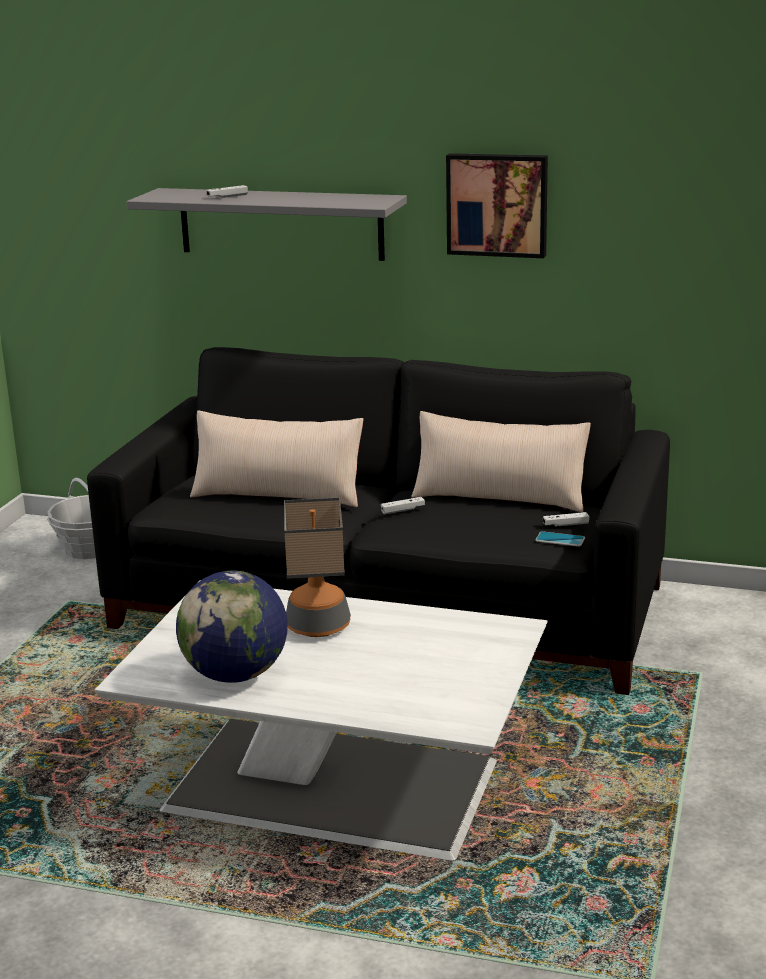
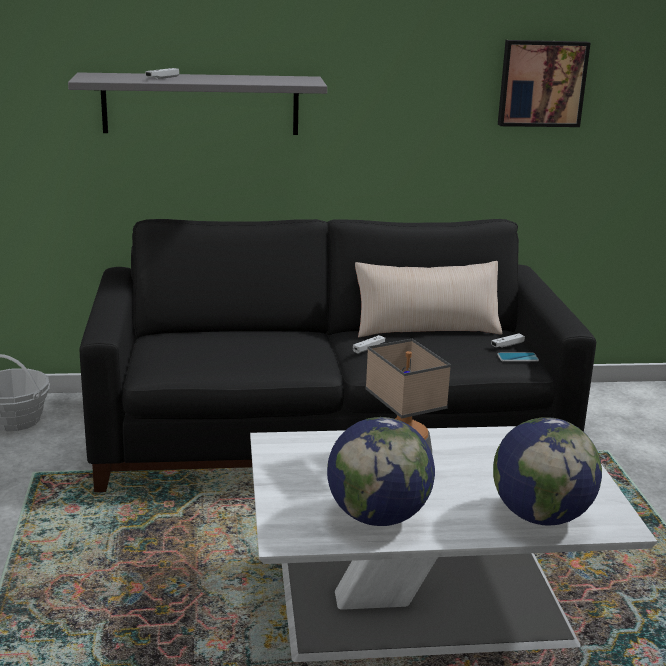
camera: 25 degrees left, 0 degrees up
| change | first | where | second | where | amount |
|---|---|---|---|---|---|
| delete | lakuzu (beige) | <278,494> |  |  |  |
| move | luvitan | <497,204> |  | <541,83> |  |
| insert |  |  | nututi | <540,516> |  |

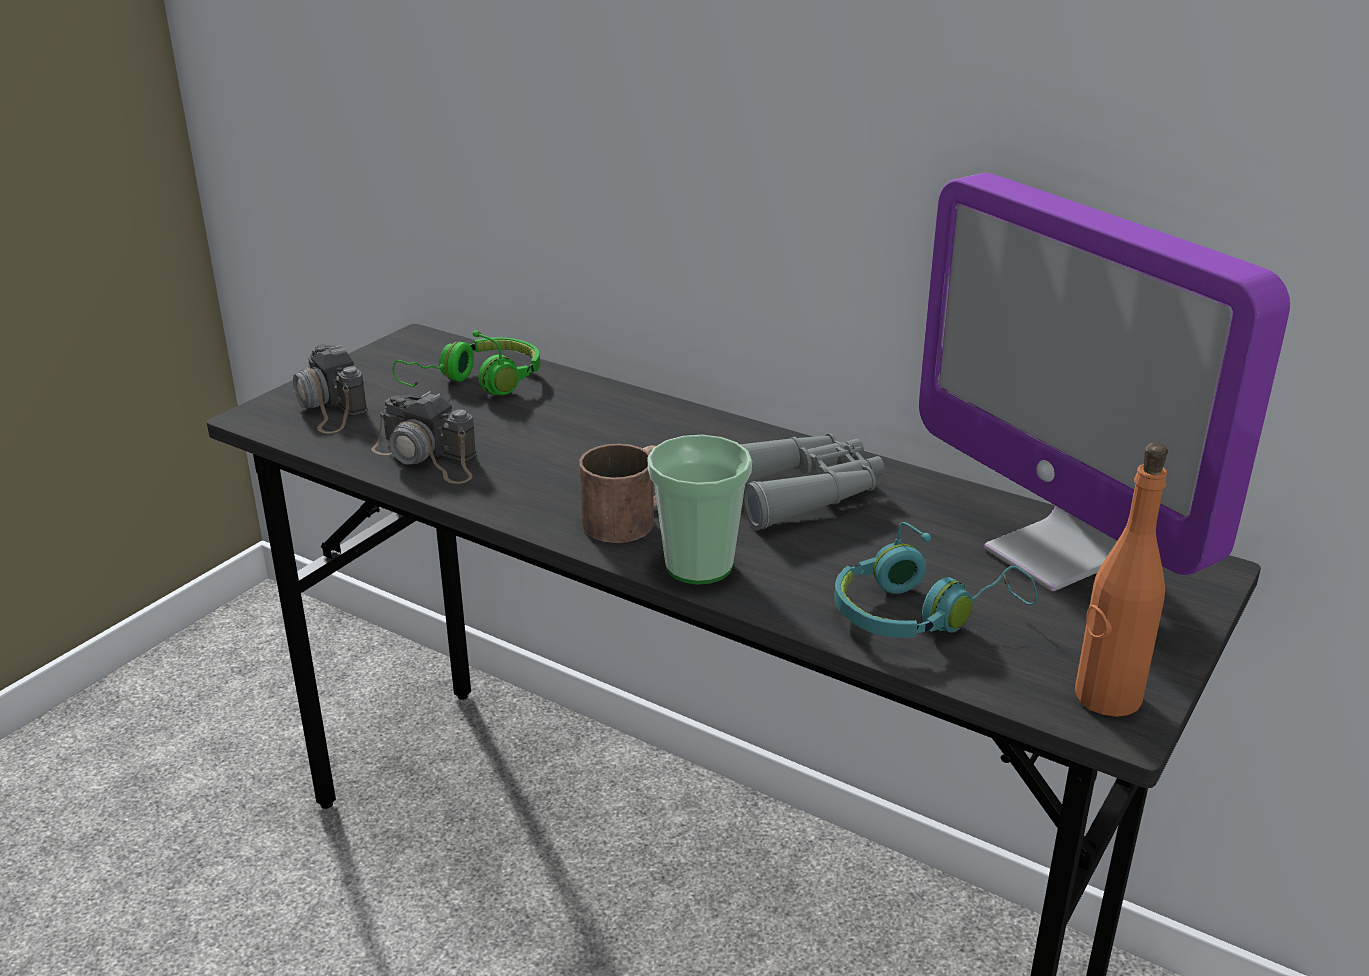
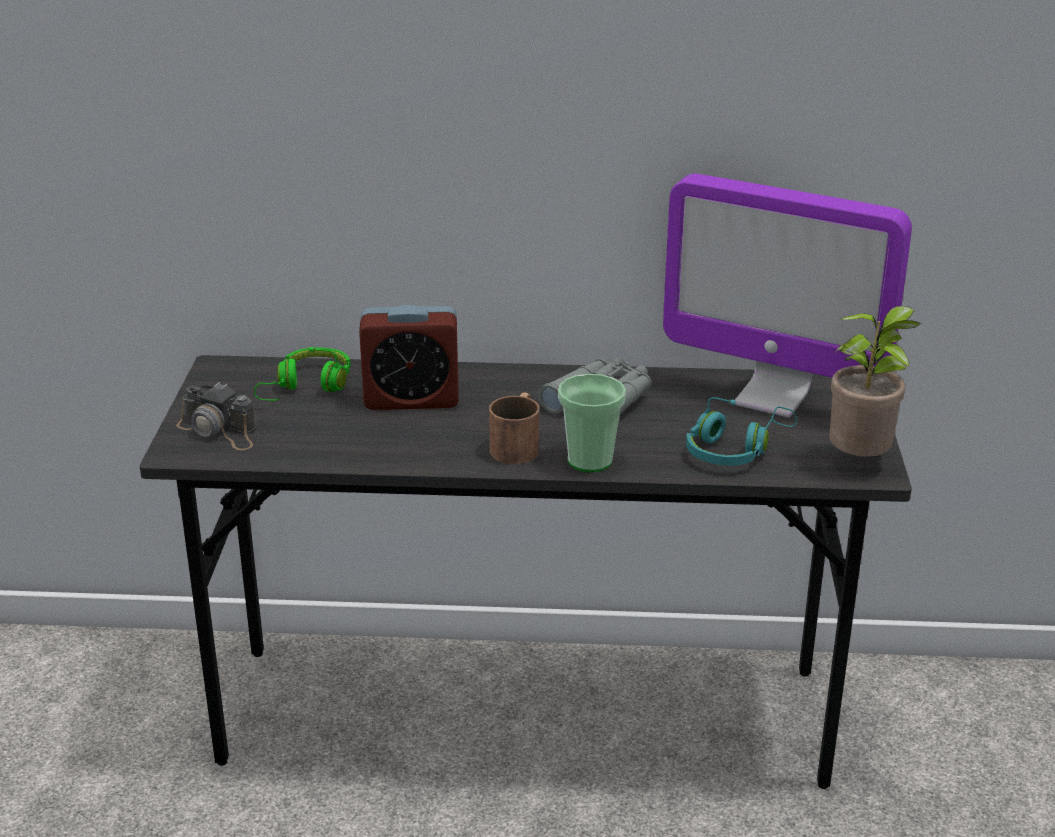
camera: 30 degrees left, 0 degrees up
| change | first | where | second | where | amount |
|---|---|---|---|---|---|
| delete | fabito | <428,458> |  |  |  |
| replace | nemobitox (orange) | <1106,697> | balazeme | <861,463> |  |
| insert |  |  | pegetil | <411,399> |  |

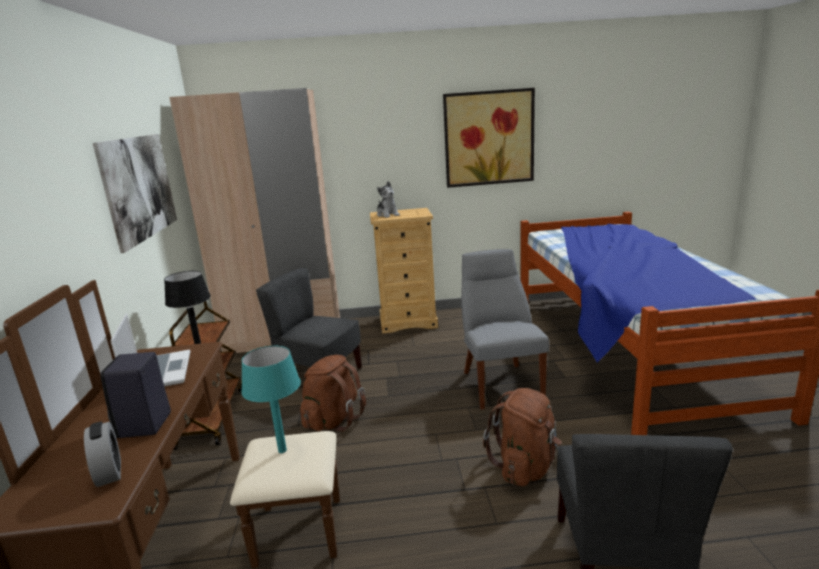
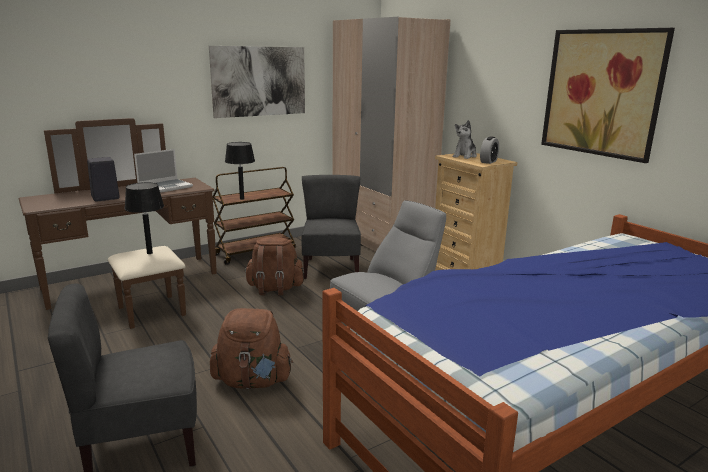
camera: 60 degrees right, 0 degrees up
| change | first | where | second | where | amount |
|---|---|---|---|---|---|
| move | pegetil | <109,472> |  | <488,161> |  |
| recolor | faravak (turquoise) | <282,450> | faravak (black) | <149,253> |  |

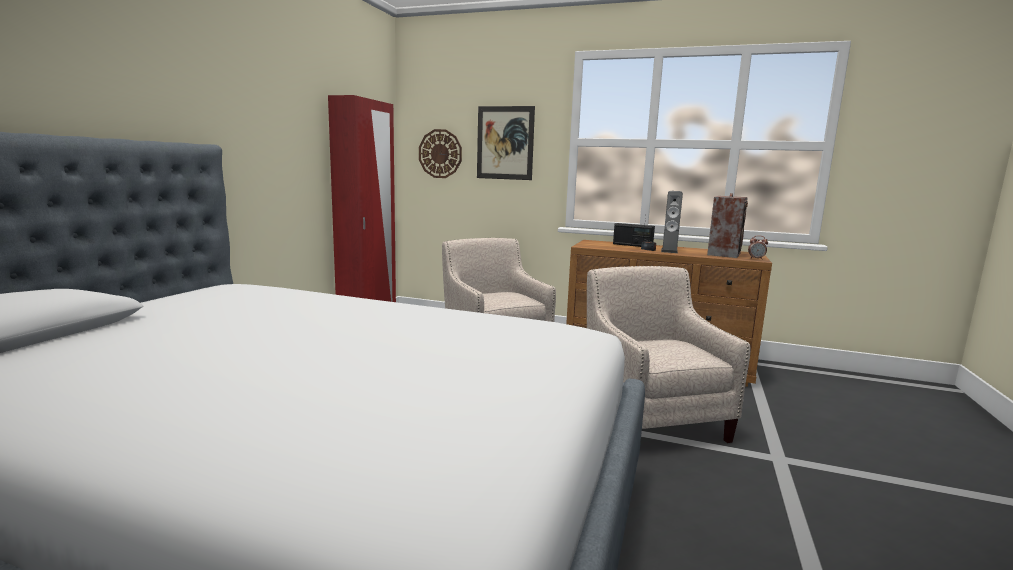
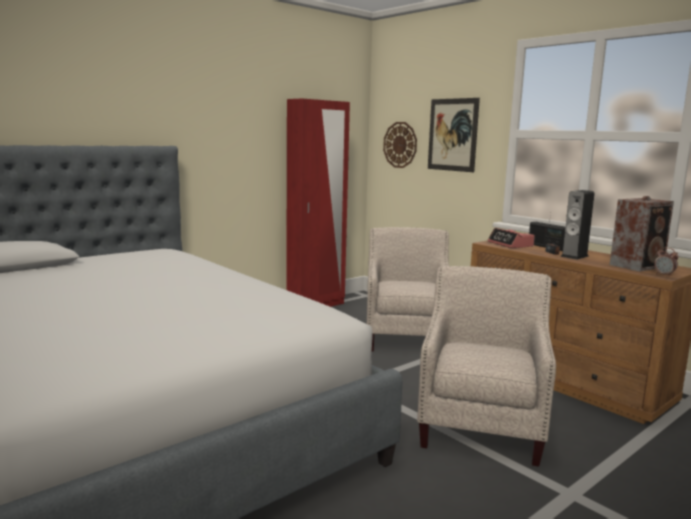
camera: 30 degrees right, 0 degrees up
| change | first | where | second | where | amount |
|---|---|---|---|---|---|
| insert |  |  | pegetil | <510,244> |  |

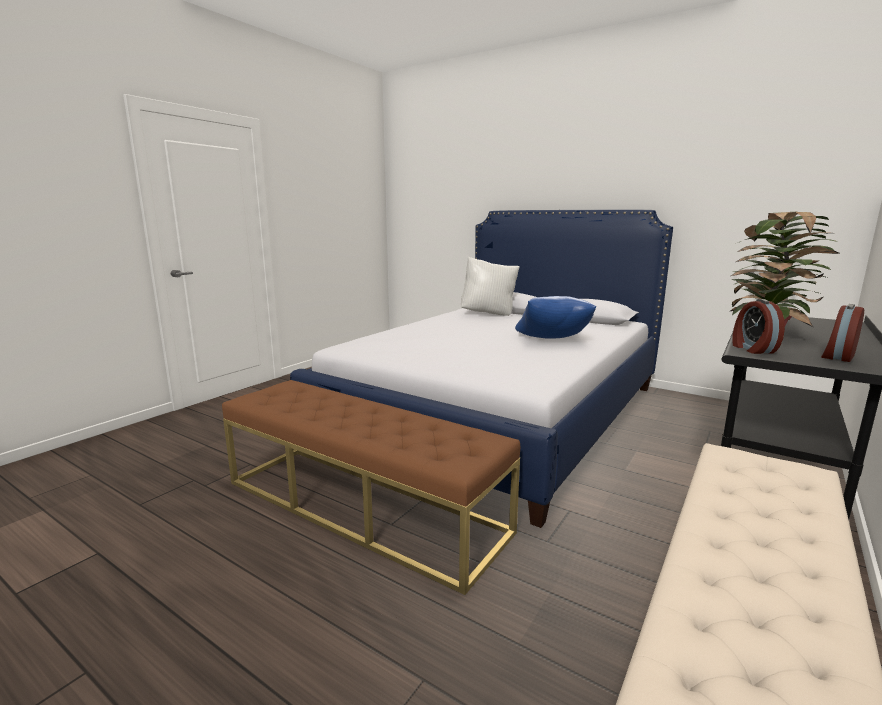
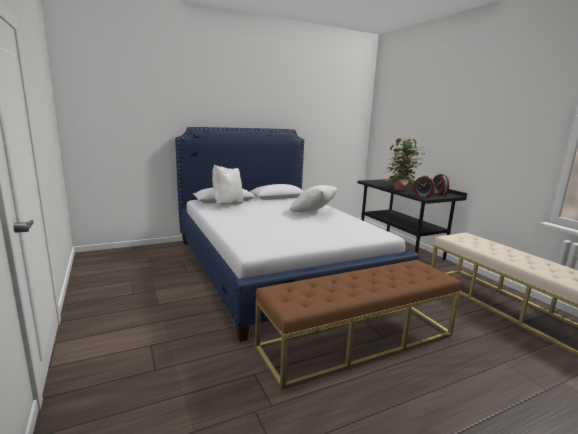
camera: 60 degrees left, 0 degrees up
| change | first | where | second | where | amount |
|---|---|---|---|---|---|
| recolor | lakuzu (blue) | <552,341> | lakuzu (white) | <313,212> |  |

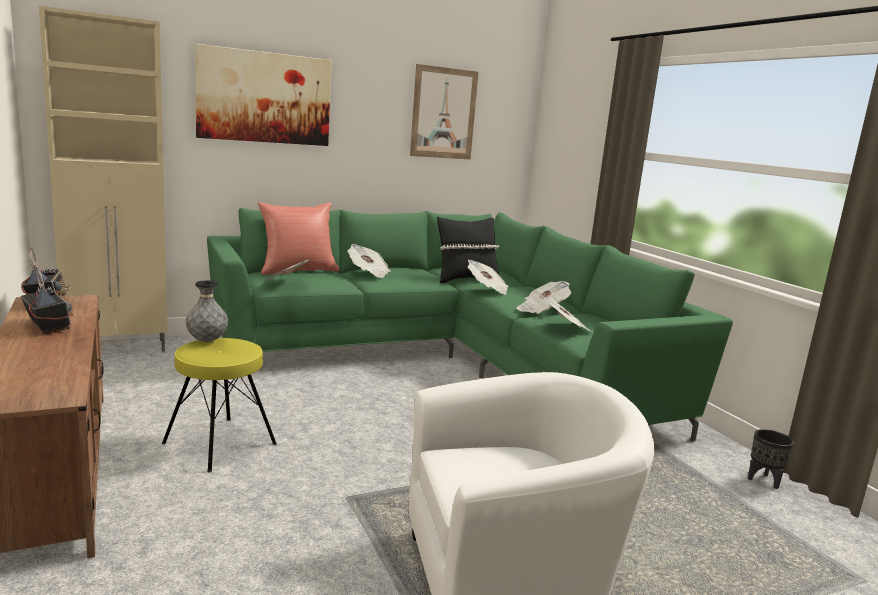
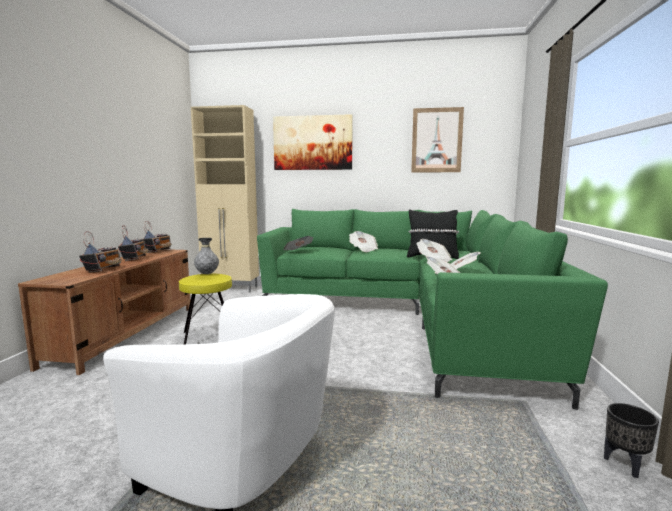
camera: 35 degrees right, 5 degrees down
| change | first | where | second | where | amount |
|---|---|---|---|---|---|
| delete | lakuzu (red) | <297,270> |  |  |  |
| insert |  |  | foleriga | <103,270> |  |

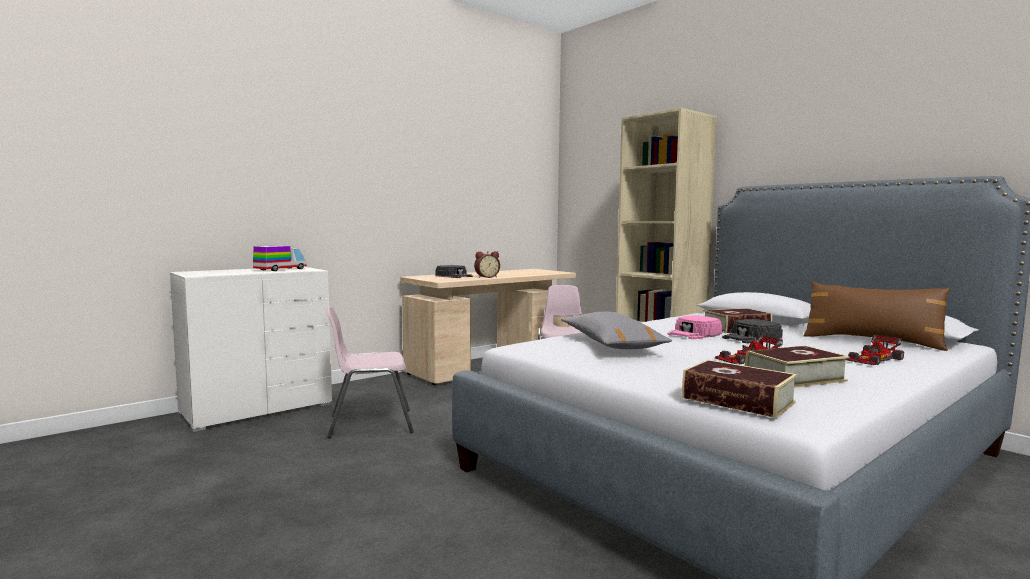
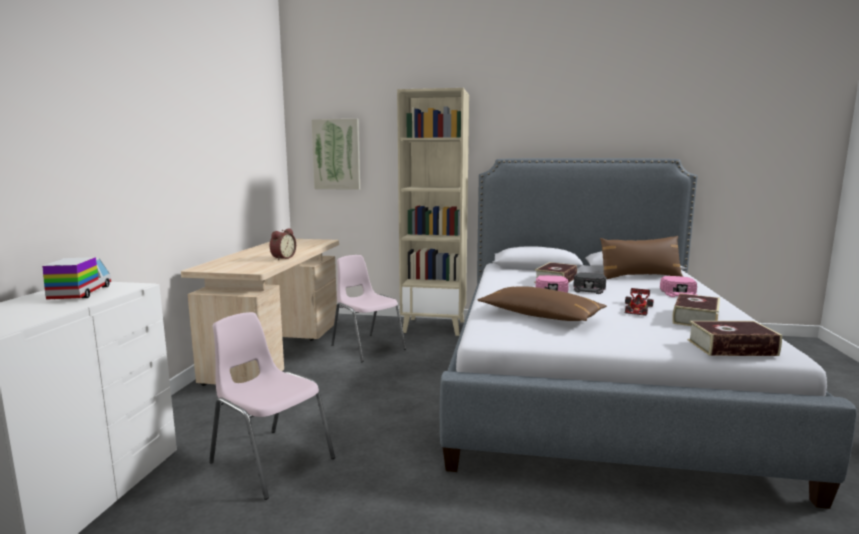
camera: 40 degrees left, 5 degrees up
| change | first | where | second | where | amount |
|---|---|---|---|---|---|
| rotate | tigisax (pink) | <369,424> |  | <270,460> | 90 degrees clockwise |
| delete | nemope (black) | <454,276> |  |  |  |
| recolor | lakuzu (grey) | <611,344> | lakuzu (brown) | <540,316> |  |
| replace | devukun | <873,359> | nemope (pink) | <679,292> |  |
| insert |  |  | luvitan | <336,154> |  |

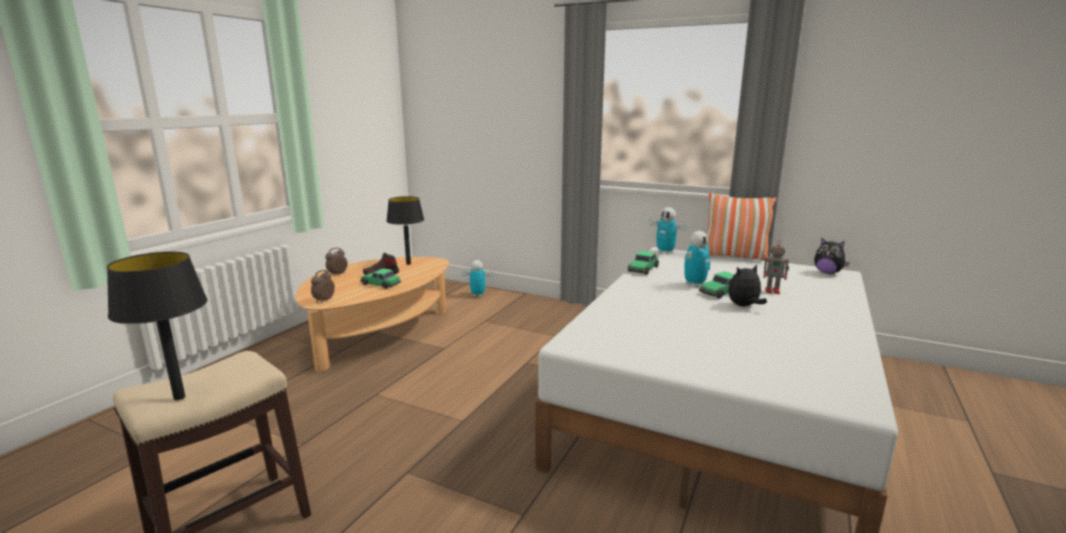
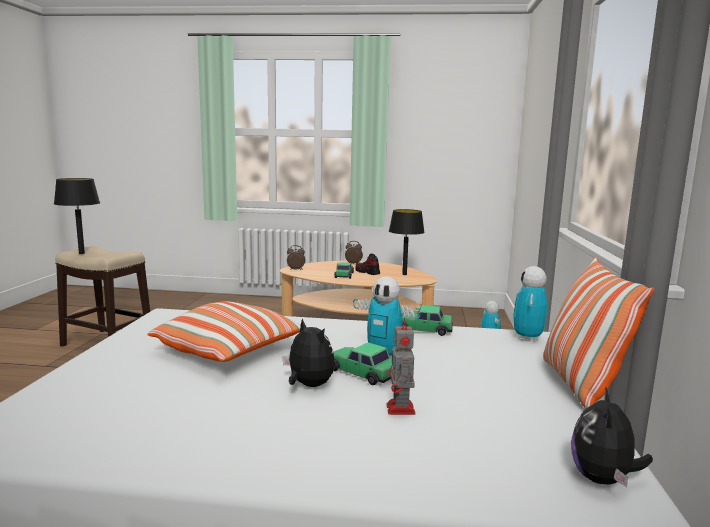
camera: 70 degrees right, 5 degrees down
| change | first | where | second | where | amount |
|---|---|---|---|---|---|
| insert |  |  | lakuzu | <230,351> |  |

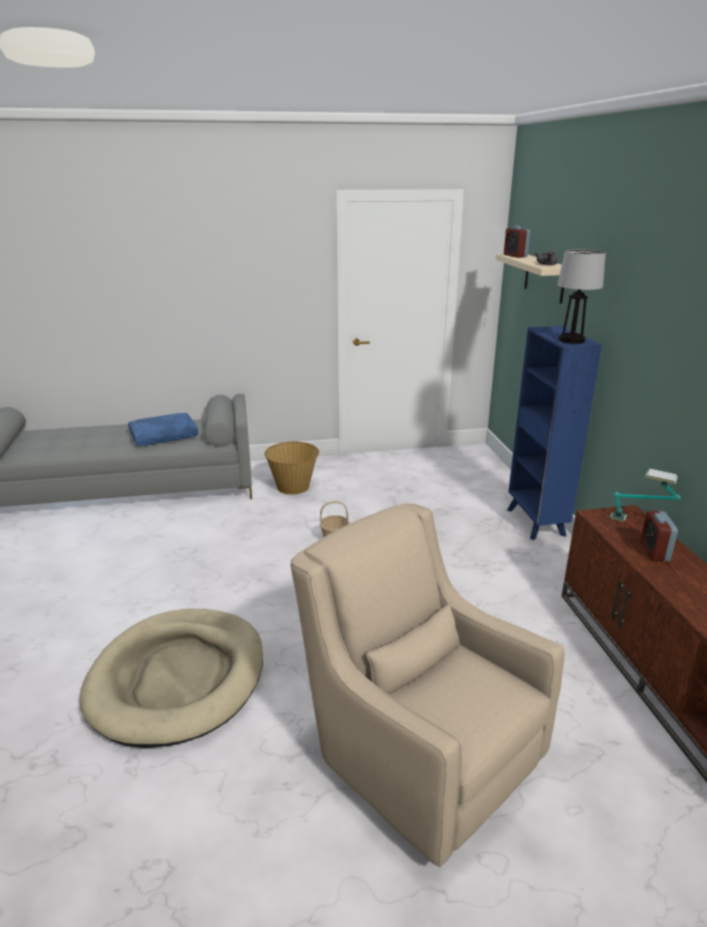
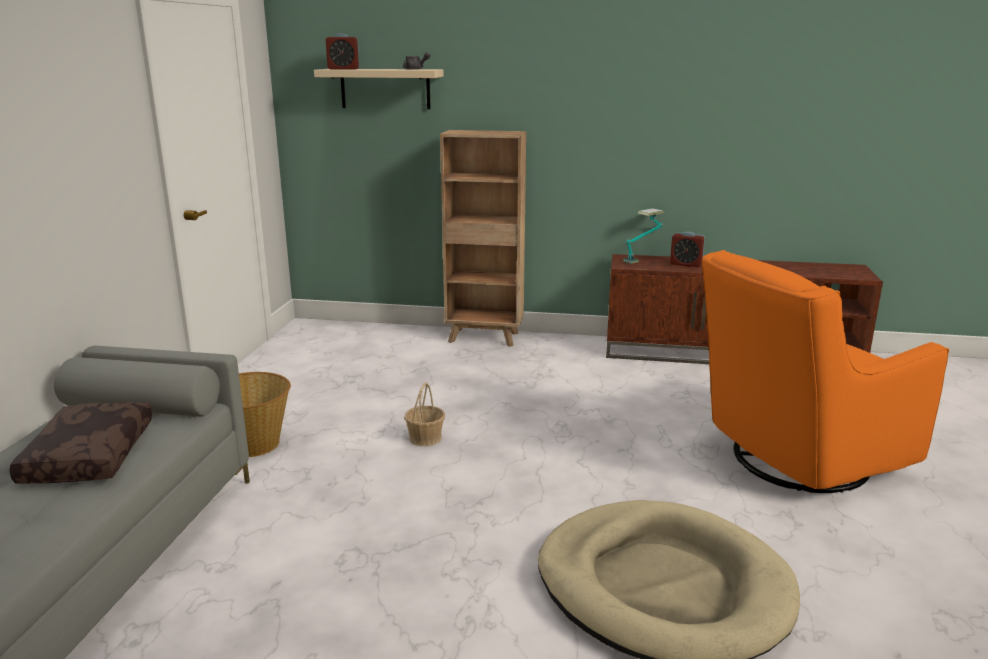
camera: 70 degrees left, 5 degrees down
| change | first | where | second | where | amount |
|---|---|---|---|---|---|
| recolor | lakuzu (blue) | <164,436> | lakuzu (brown) | <88,455> |  |
| recolor | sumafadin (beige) | <416,755> | sumafadin (orange) | <794,460> |  |
| recolor | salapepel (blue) | <536,523> | salapepel (brown) | <485,338> |  |
| delete | faravak | <572,340> |  |  |  |

